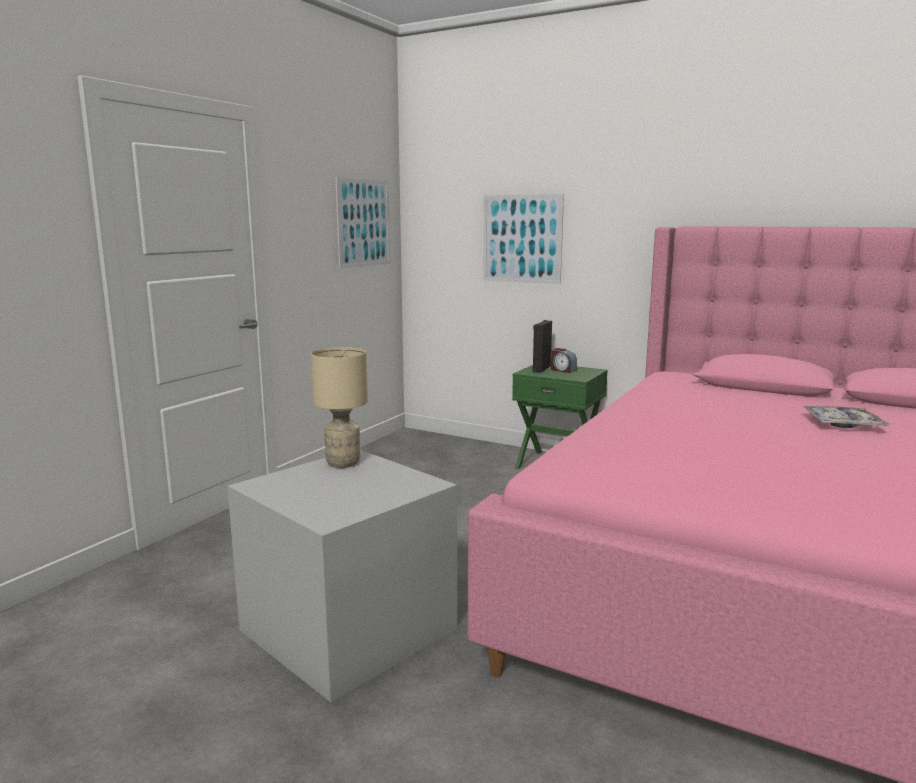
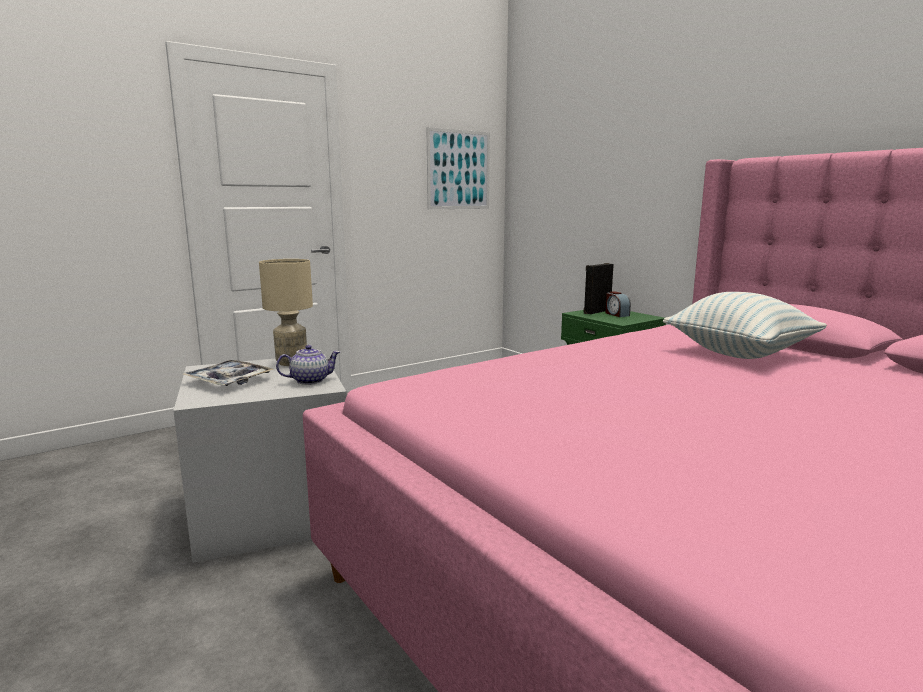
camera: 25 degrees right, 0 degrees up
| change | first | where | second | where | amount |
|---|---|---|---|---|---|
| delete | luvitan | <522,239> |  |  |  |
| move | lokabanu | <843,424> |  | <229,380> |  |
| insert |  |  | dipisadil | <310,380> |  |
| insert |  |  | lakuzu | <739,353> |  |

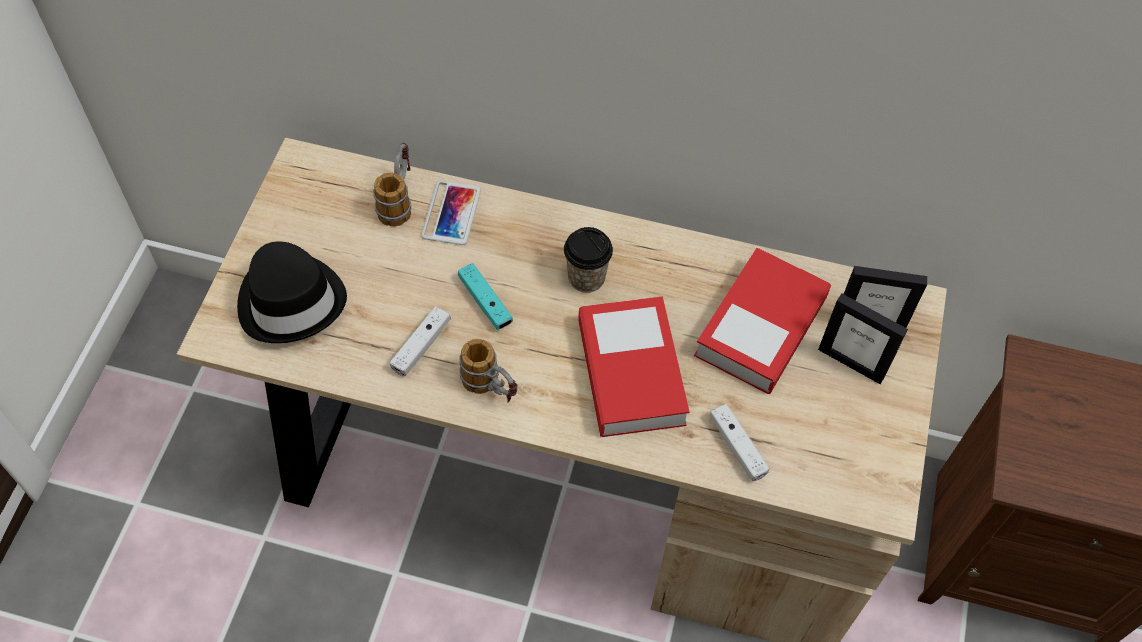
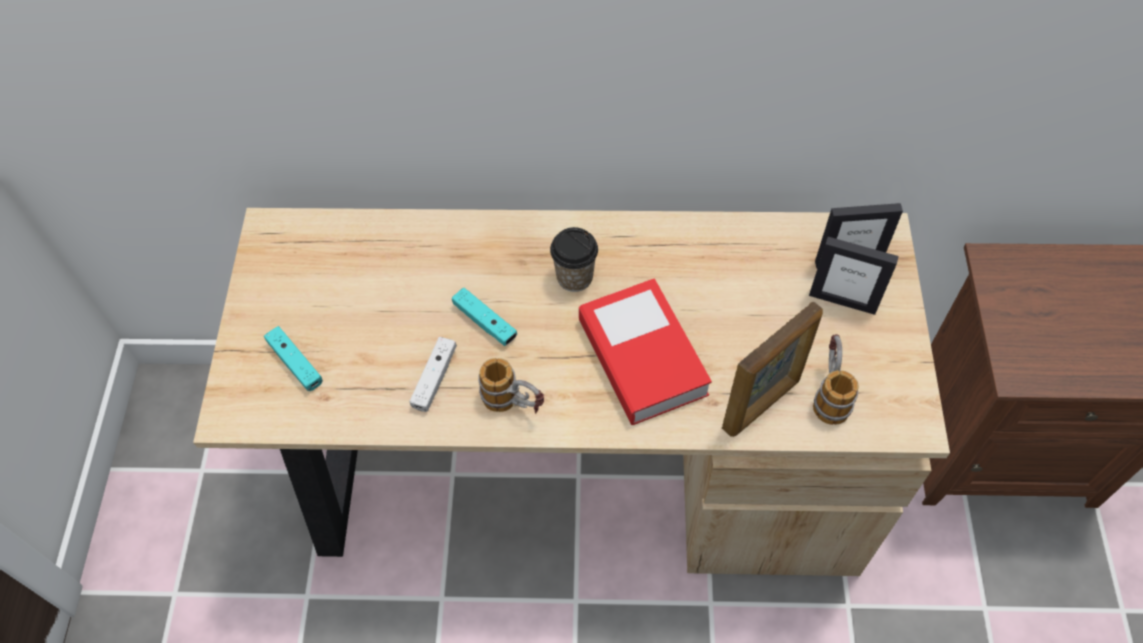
camera: 10 degrees left, 0 degrees up
| change | first | where | second | where | amount |
|---|---|---|---|---|---|
| replace | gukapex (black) | <292,300> | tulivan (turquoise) | <295,363> |  |
| move | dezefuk | <399,200> |  | <829,392> |  |
| delete | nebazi | <451,213> |  |  |  |
| delete | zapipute | <760,327> |  |  |  |
| replace | tulivan (white) | <737,447> | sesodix | <762,404> |  |

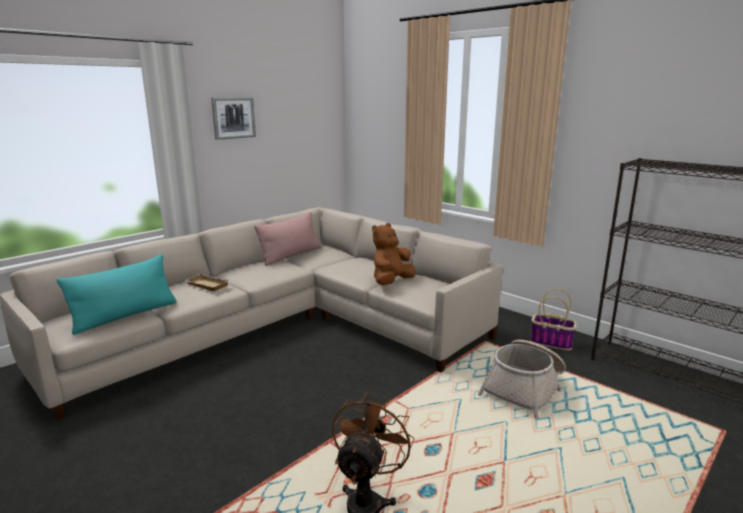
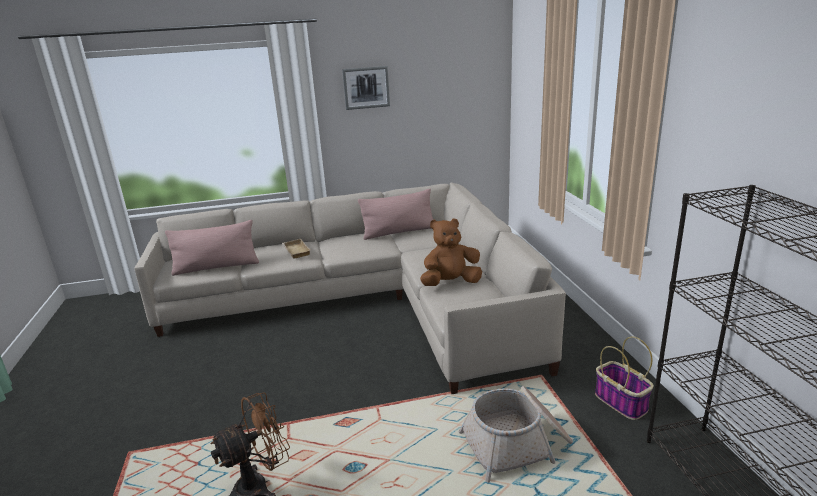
camera: 35 degrees right, 5 degrees up
| change | first | where | second | where | amount |
|---|---|---|---|---|---|
| recolor | lakuzu (turquoise) | <125,316> | lakuzu (pink) | <216,267> |  |

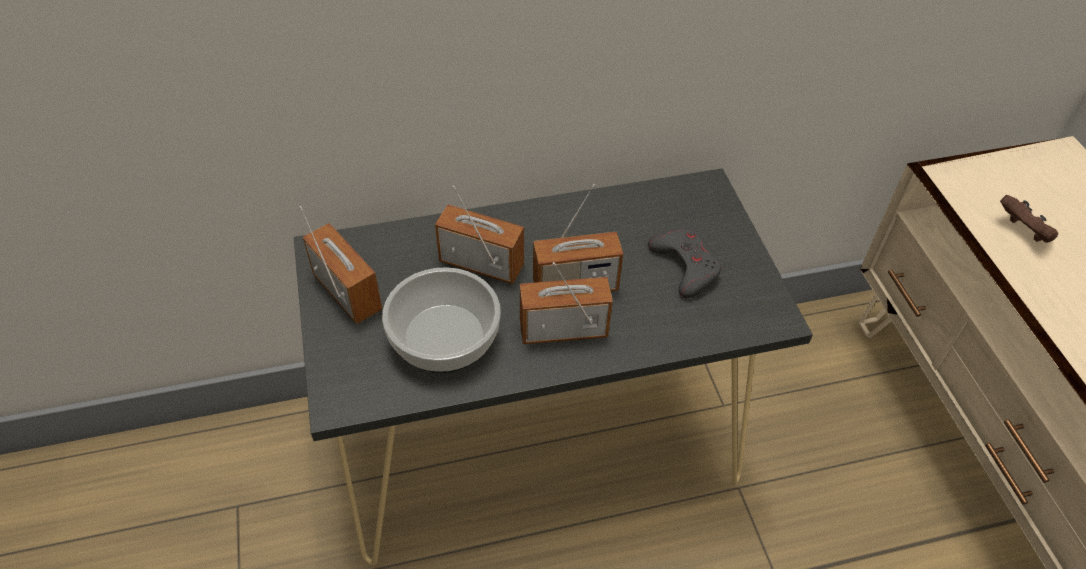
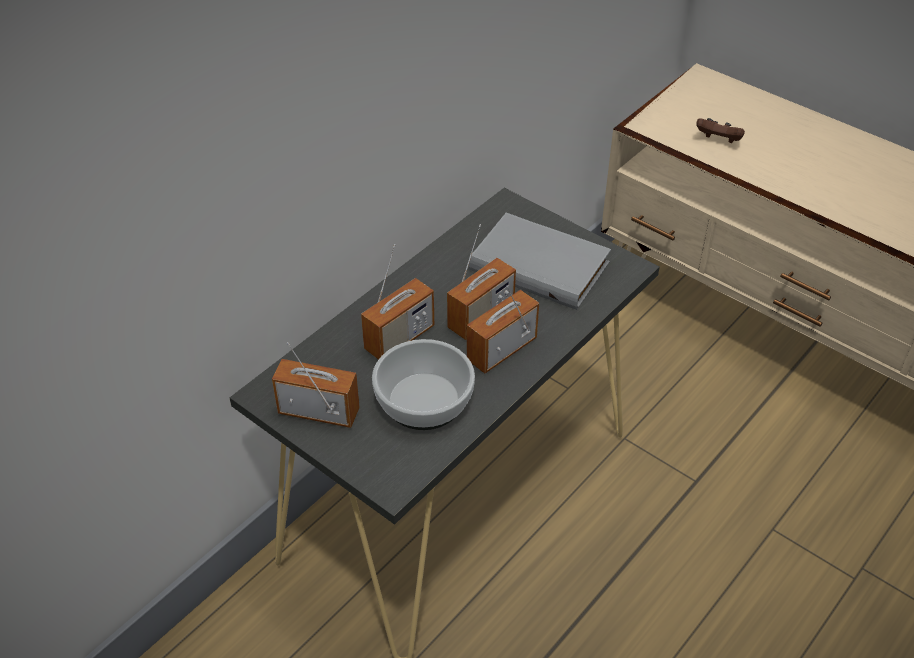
camera: 35 degrees left, 5 degrees down
| change | first | where | second | where | amount |
|---|---|---|---|---|---|
| rotate | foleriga | <481,264> |  | <399,338> | 150 degrees clockwise |
| replace | tulivan (grey) | <685,265> | zapipute (grey) | <541,265> |  |

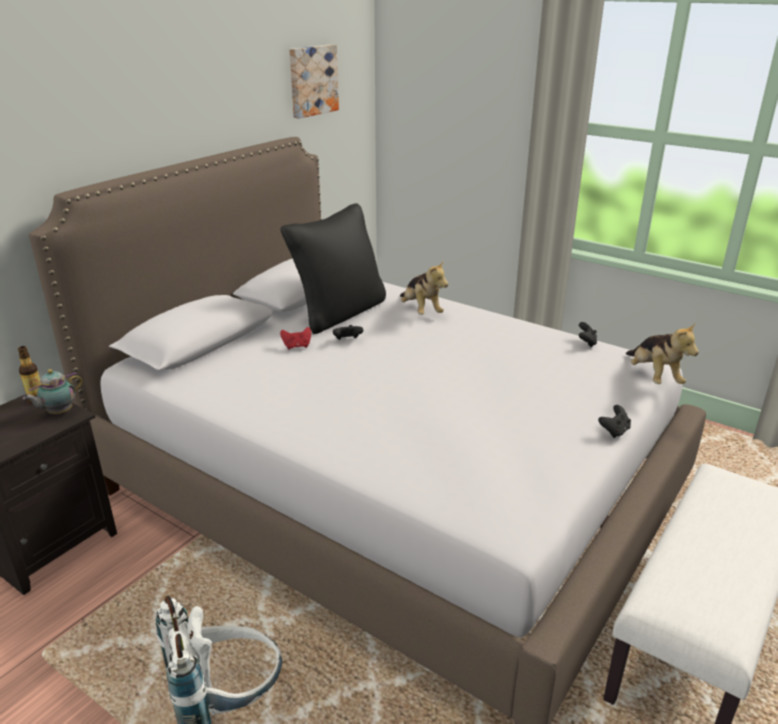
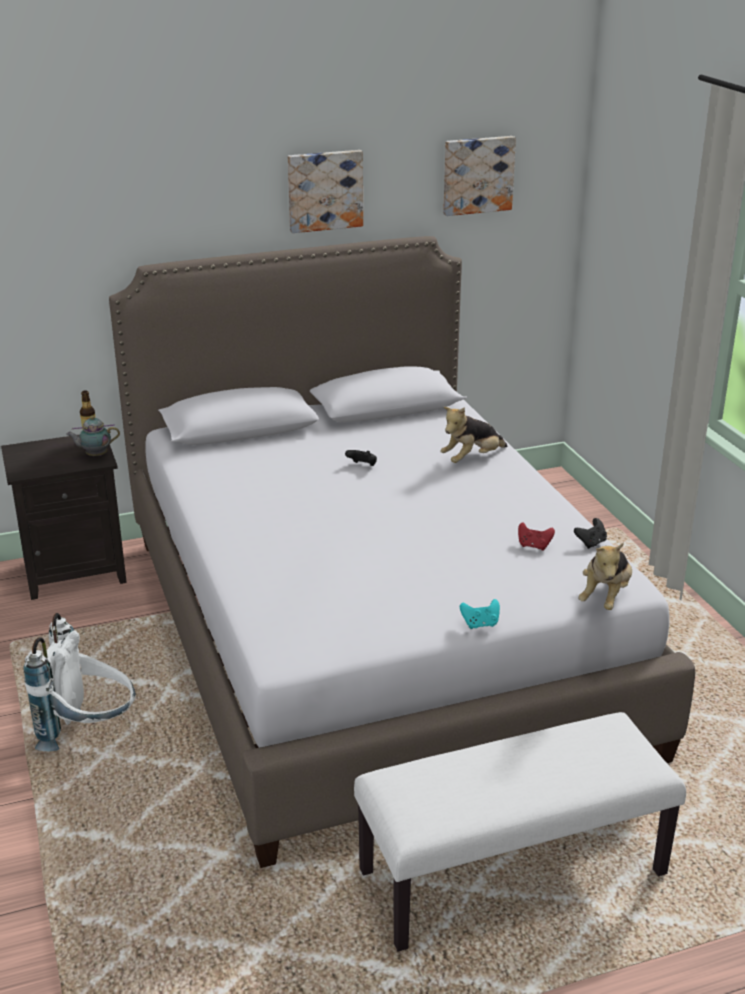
camera: 35 degrees right, 0 degrees up
| change | first | where | second | where | amount |
|---|---|---|---|---|---|
| delete | lakuzu (black) | <339,313> |  |  |  |
| move | tulivan (red) | <297,346> |  | <534,546> |  |
| rotate | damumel | <421,311> |  | <472,459> | 45 degrees clockwise |
| recolor | tulivan (black) | <614,431> | tulivan (turquoise) | <480,624> |  |
| insert |  |  | luvitan | <324,190> |  |

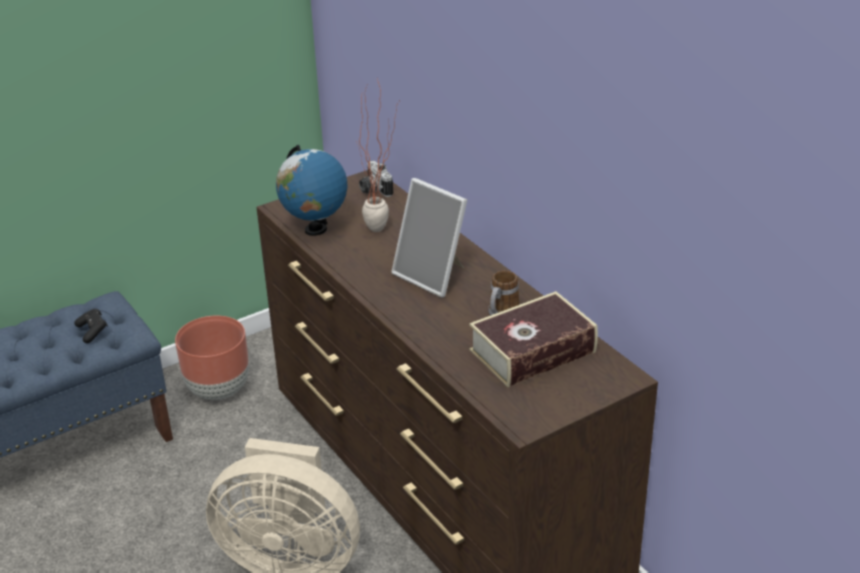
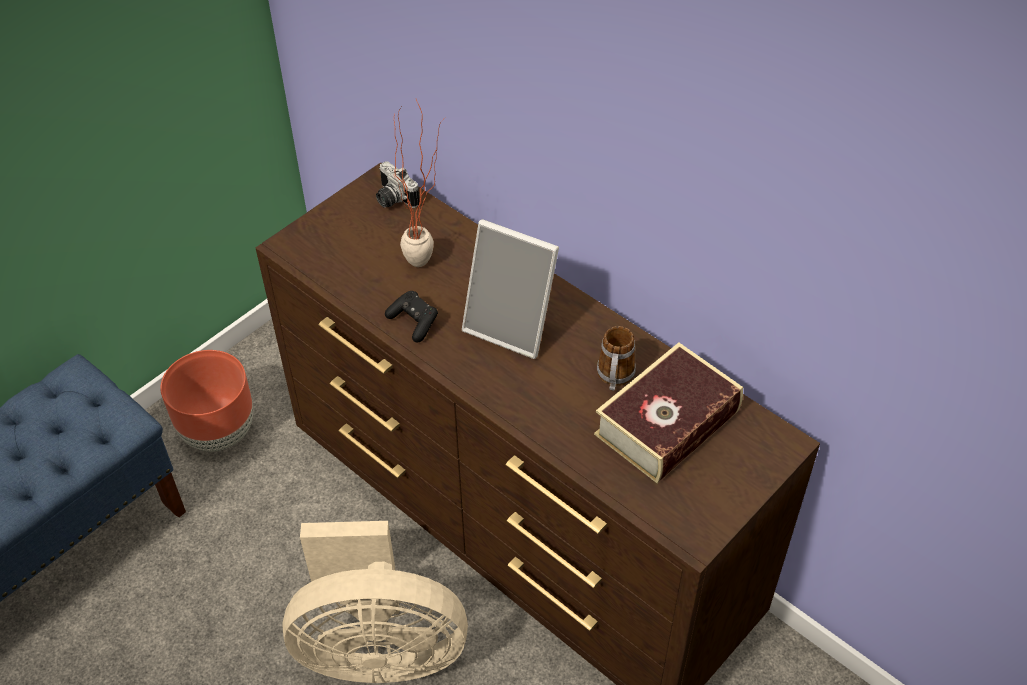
camera: 15 degrees left, 15 degrees up
| change | first | where | second | where | amount |
|---|---|---|---|---|---|
| move | tulivan (black) | <93,331> |  | <414,322> |  |
| delete | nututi | <315,230> |  |  |  |

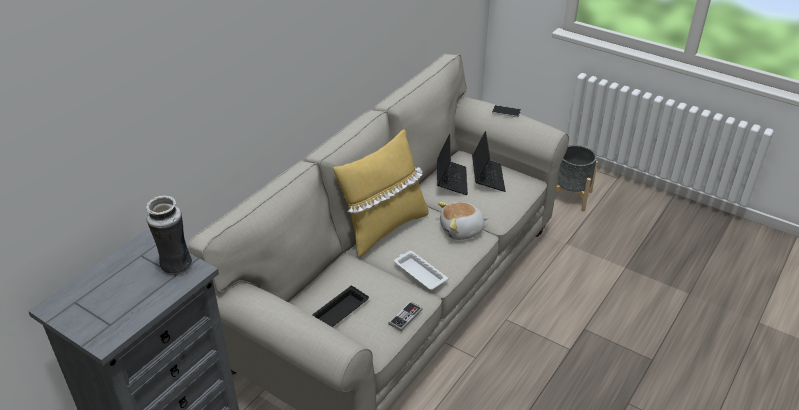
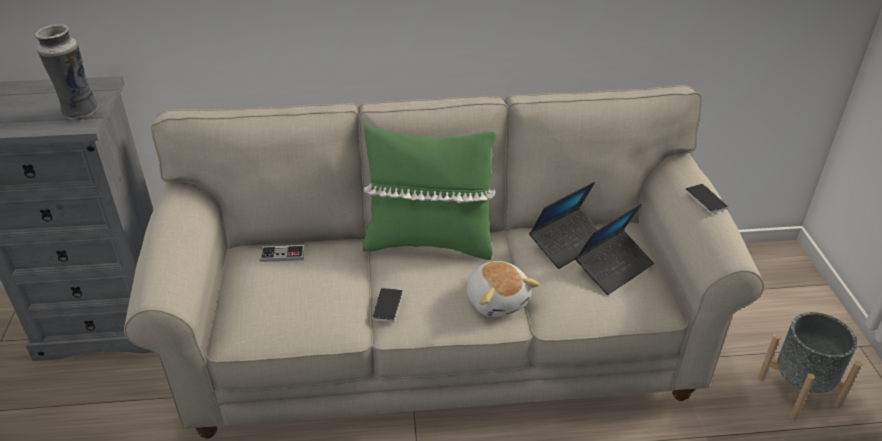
camera: 50 degrees right, 0 degrees up
| change | first | where | second | where | amount |
|---|---|---|---|---|---|
| delete | lokabanu (black) | <338,312> |  |  |  |
| recolor | lakuzu (yellow) | <384,228> | lakuzu (green) | <429,242> |  |
| move | tulivan | <405,317> |  | <282,254> |  |
| replace | lokabanu (white) | <419,273> | nebazi | <387,306> |  |
| rotate | damumel | <462,230> |  | <497,300> | 150 degrees counterclockwise |

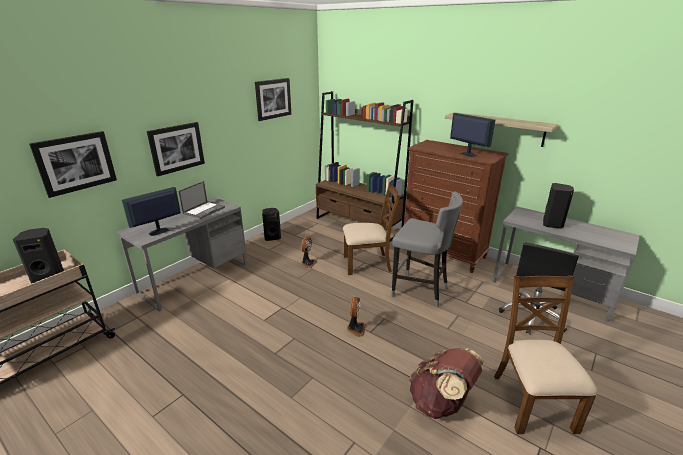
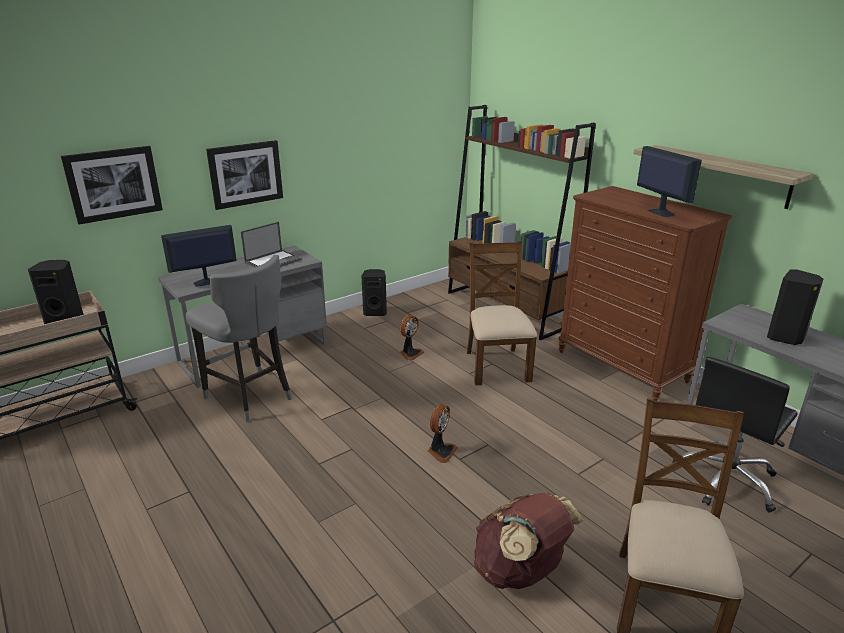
camera: 15 degrees right, 0 degrees up
| change | first | where | second | where | amount |
|---|---|---|---|---|---|
| delete | luvitan | <273,99> |  |  |  |
| rotate | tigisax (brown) | <367,263> |  | <496,365> | 105 degrees counterclockwise |
| move | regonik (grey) | <420,291> |  | <250,397> |  |

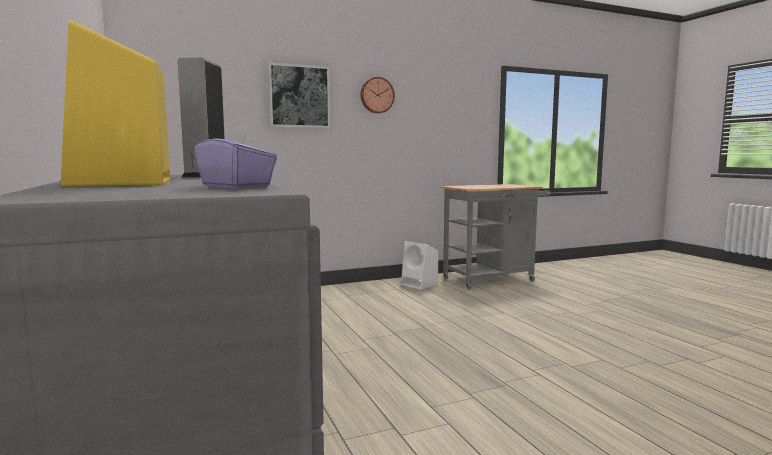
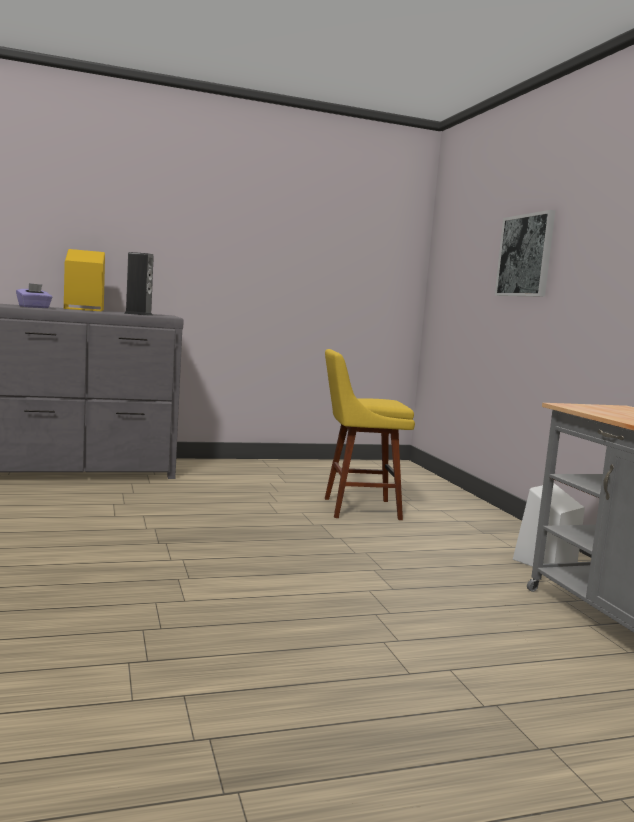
camera: 95 degrees right, 0 degrees up
| change | first | where | second | where | amount |
|---|---|---|---|---|---|
| delete | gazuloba | <376,95> |  |  |  |
| insert |  |  | regonik (yellow) | <356,508> |  |

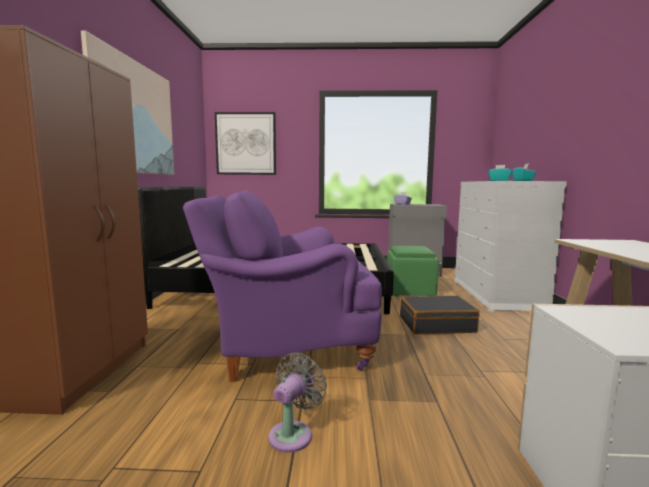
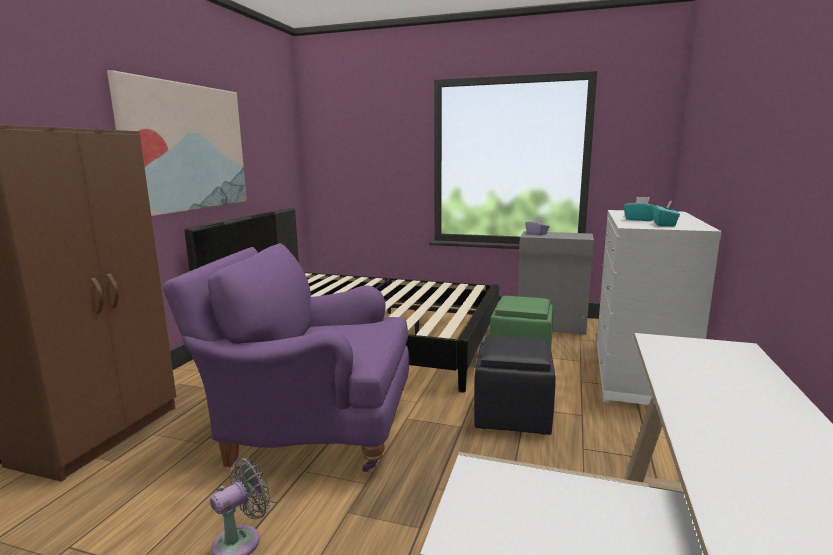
camera: 15 degrees right, 5 degrees up
| change | first | where | second | where | amount |
|---|---|---|---|---|---|
| delete | luvitan | <246,144> |  |  |  |
| replace | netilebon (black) | <436,324> | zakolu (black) | <511,415> |  |

